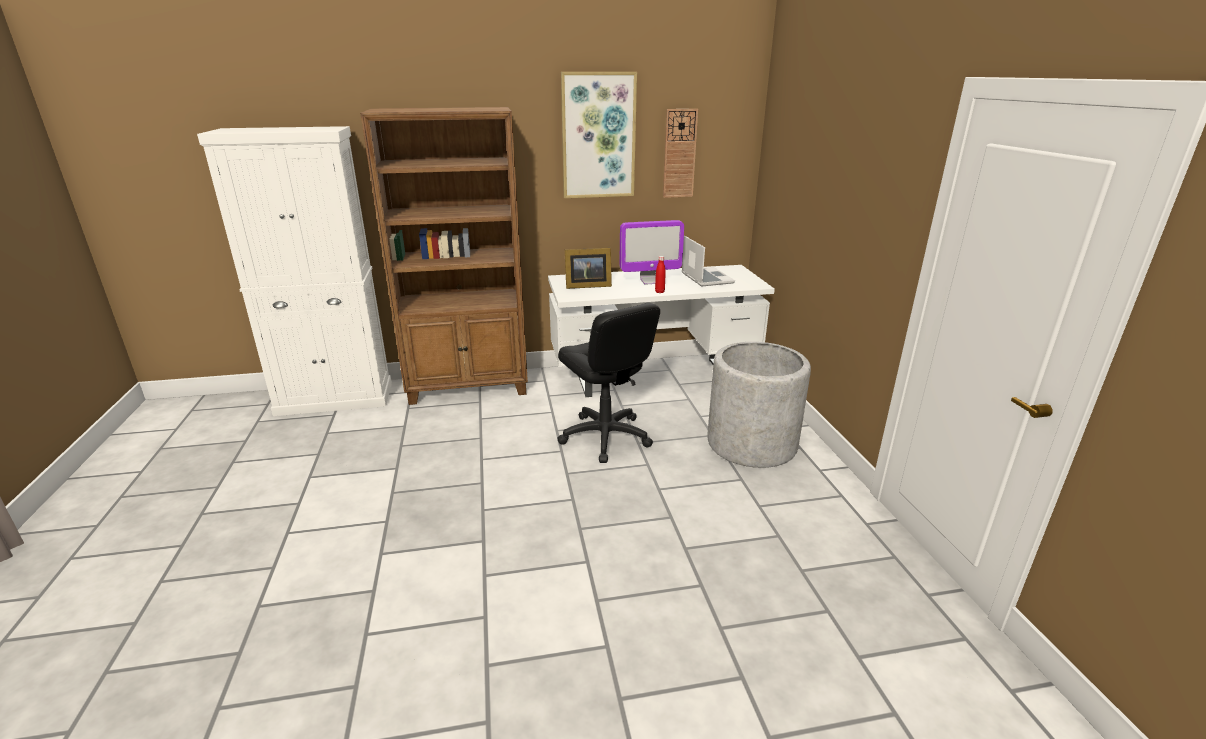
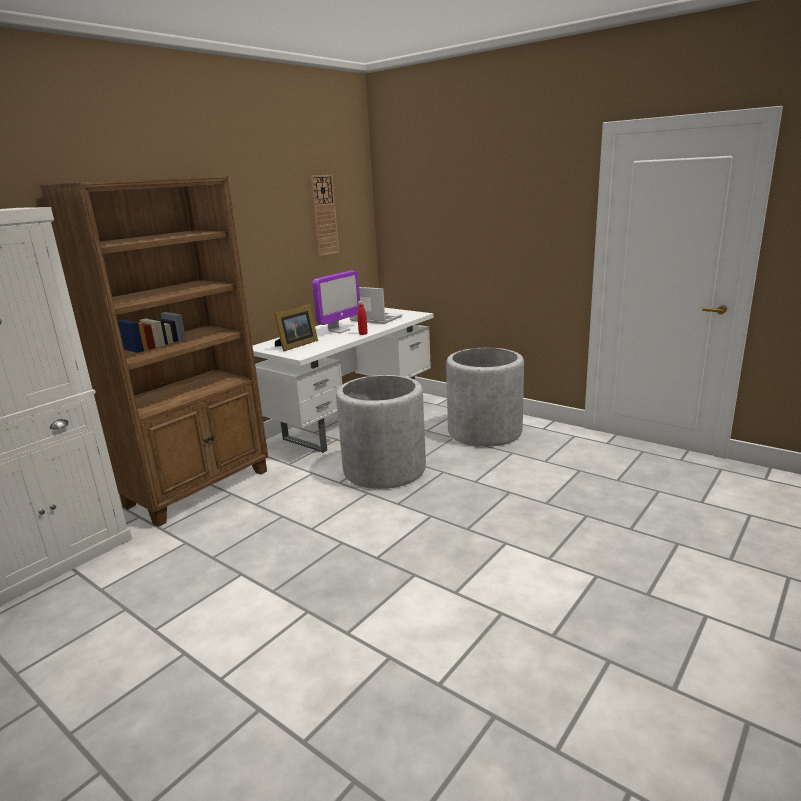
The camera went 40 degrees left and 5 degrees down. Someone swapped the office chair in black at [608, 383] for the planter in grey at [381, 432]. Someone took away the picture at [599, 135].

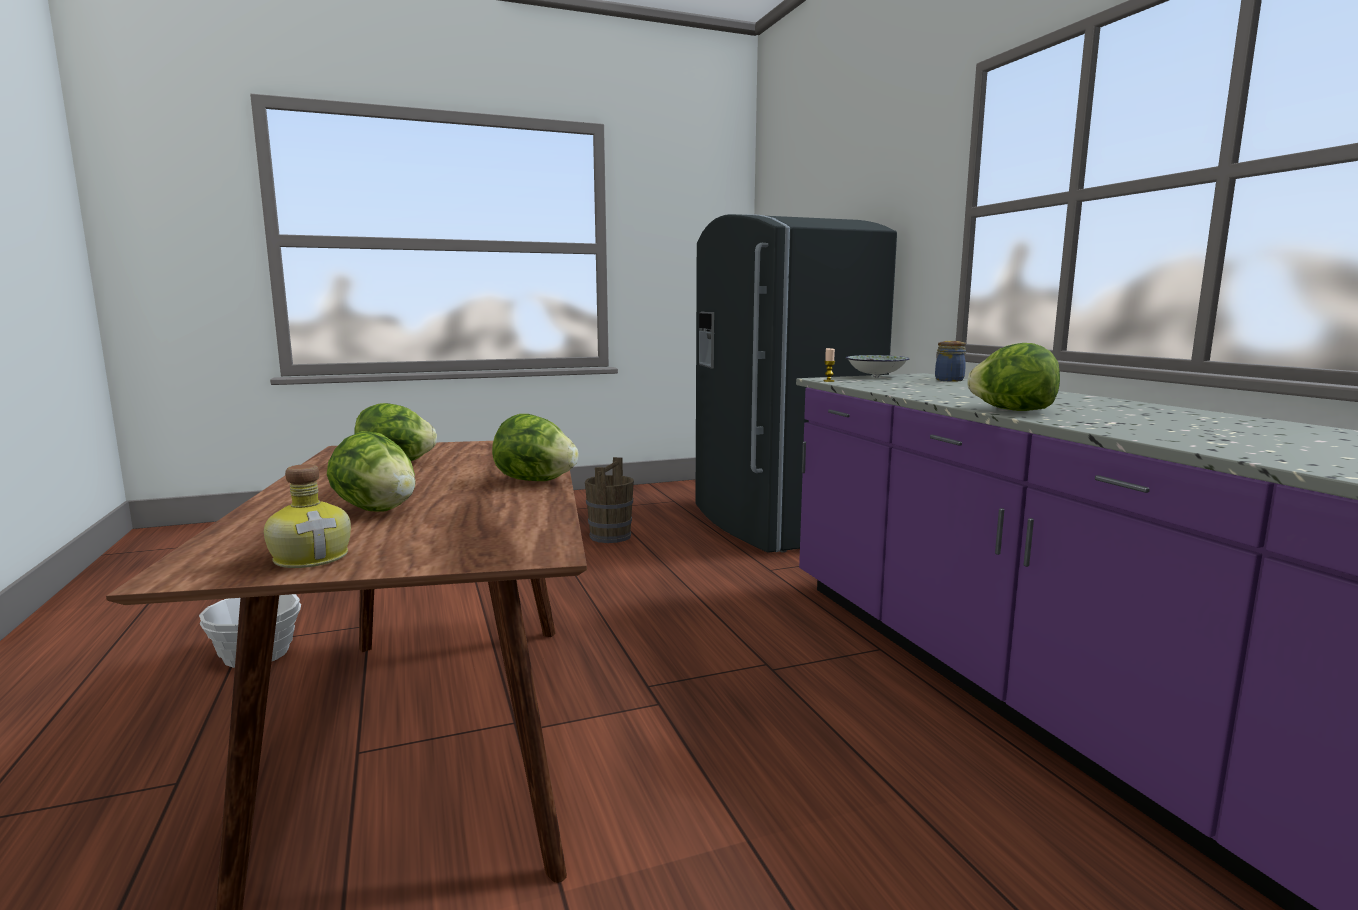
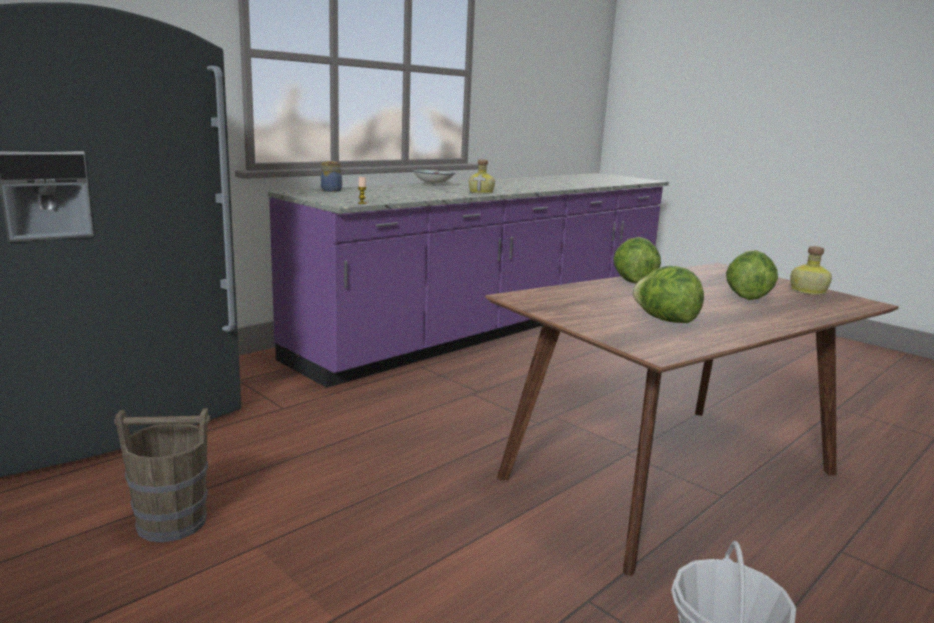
The camera went 115 degrees left and 5 degrees up. Someone carried the bowl from [877, 366] to [433, 177]. Someone swapped the lettuce at [1013, 377] for the bottle at [482, 176].

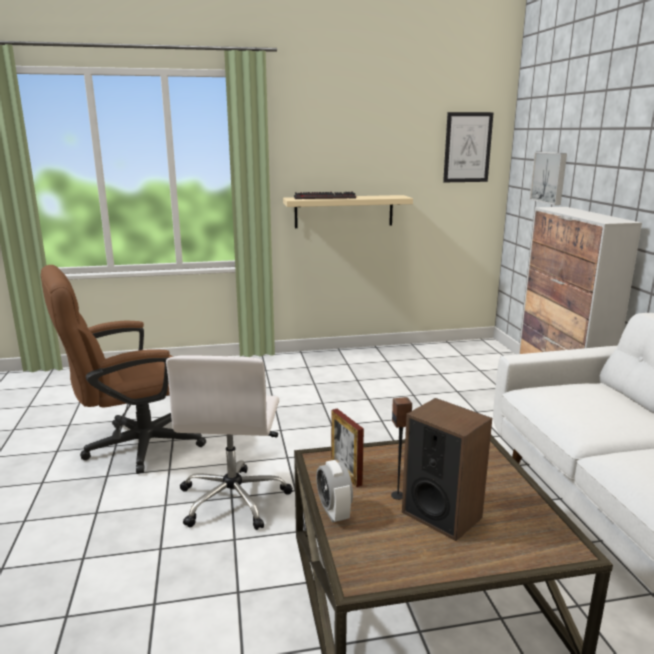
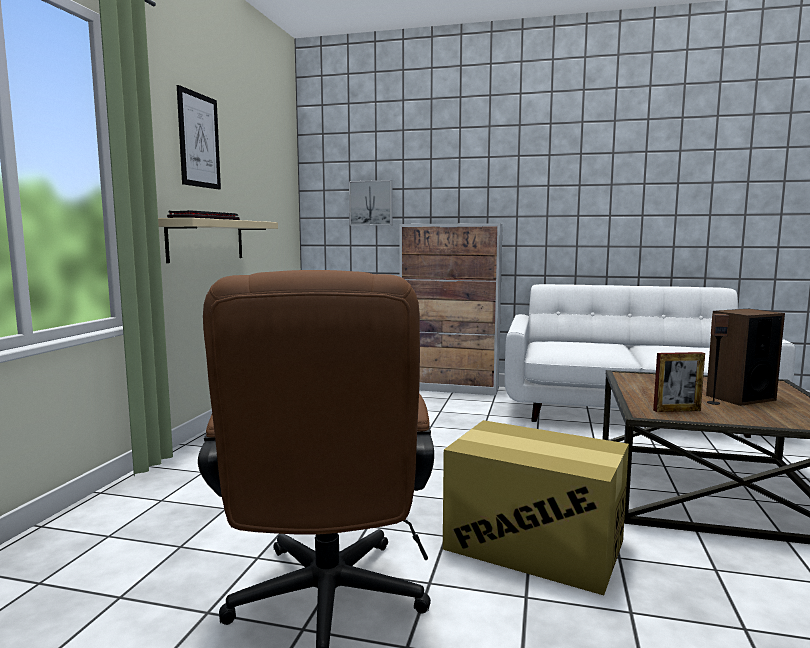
The camera went 65 degrees left and 10 degrees down. Someone swapped the office chair in white at [229, 442] for the cardboard box at [536, 507]. Someone took away the alarm clock at [334, 491]. Someone carried the picture from [468, 147] to [199, 137].

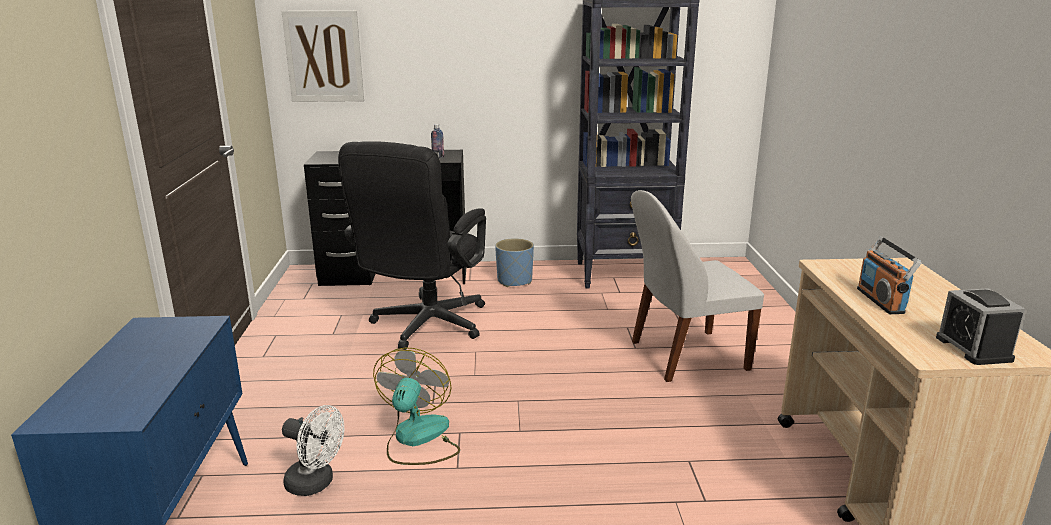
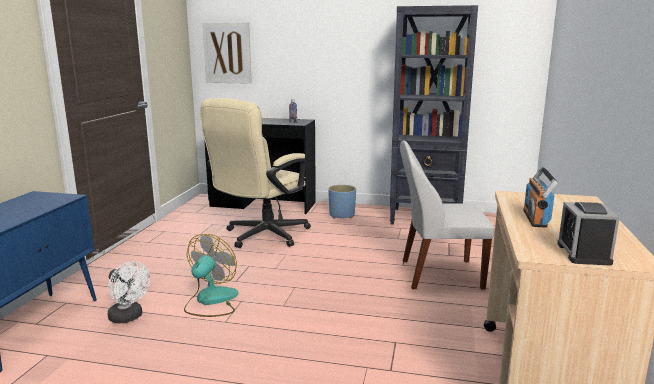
The camera went 15 degrees right and 5 degrees down. Someone repainted the office chair in black at [412, 245], which became the office chair in beige at [255, 173].

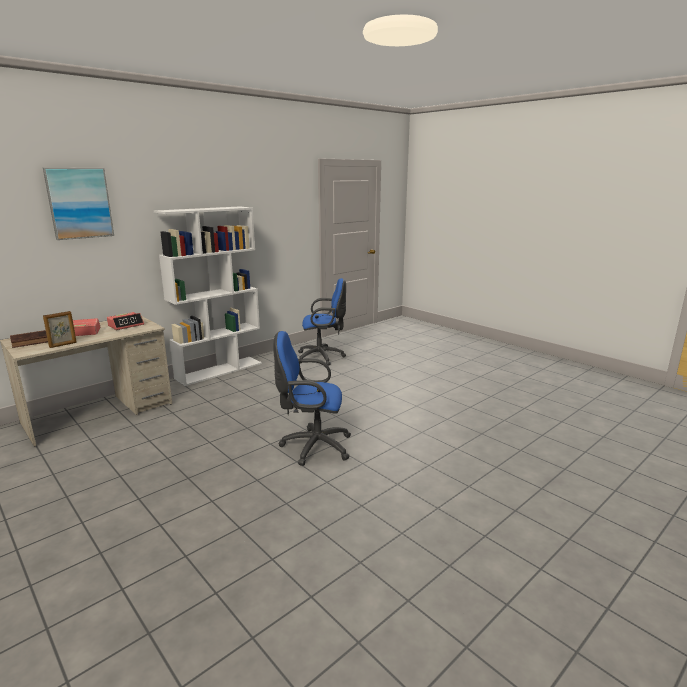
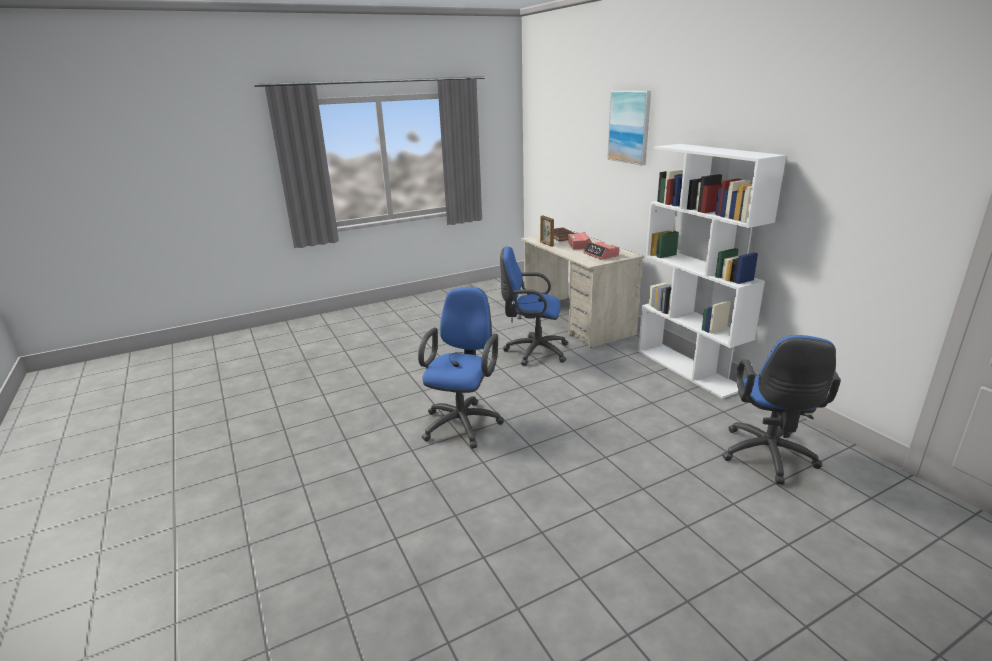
The camera went 105 degrees right and 5 degrees up. Someone put down the office chair in blue at [534, 306].

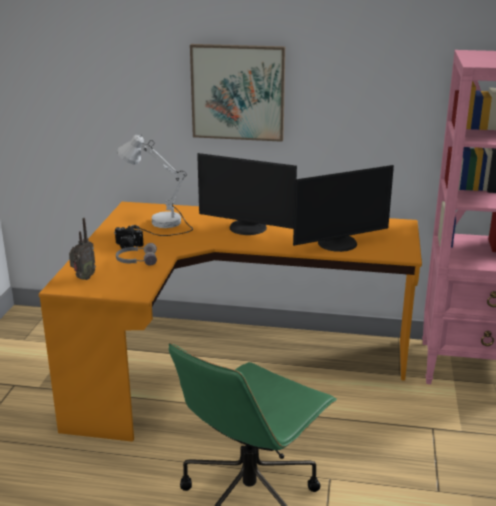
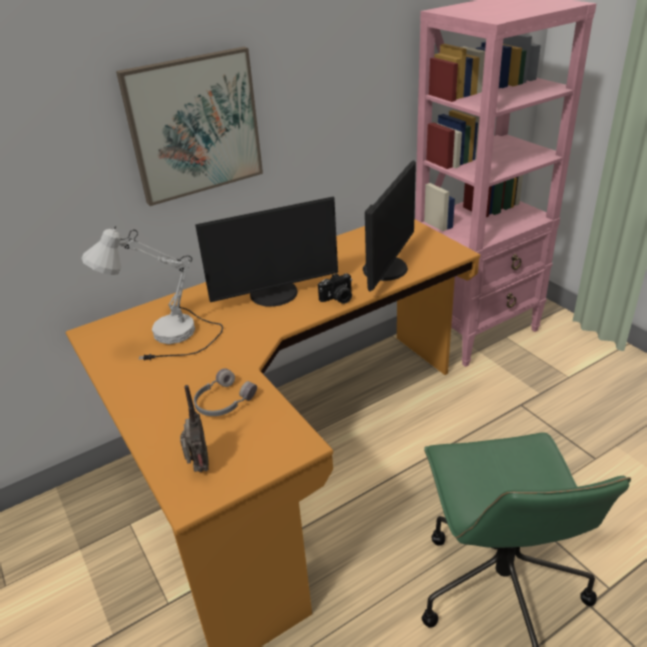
The camera went 40 degrees left and 10 degrees up. Someone carried the photo camera from [129, 237] to [335, 288].

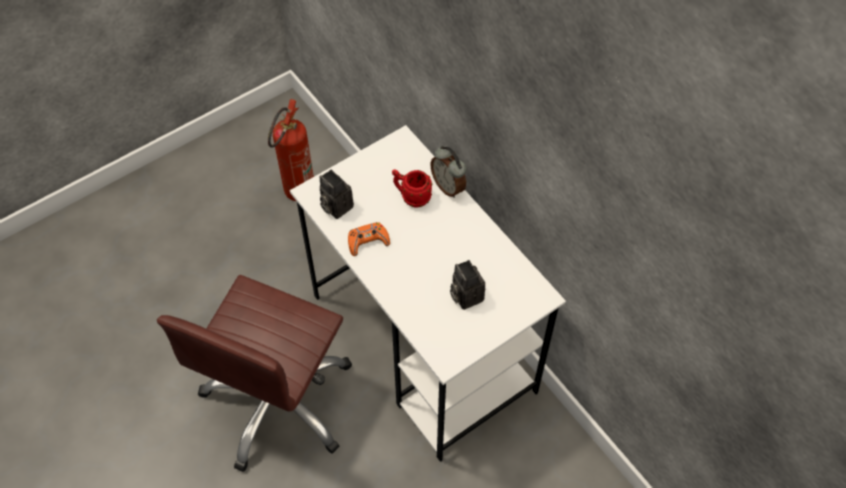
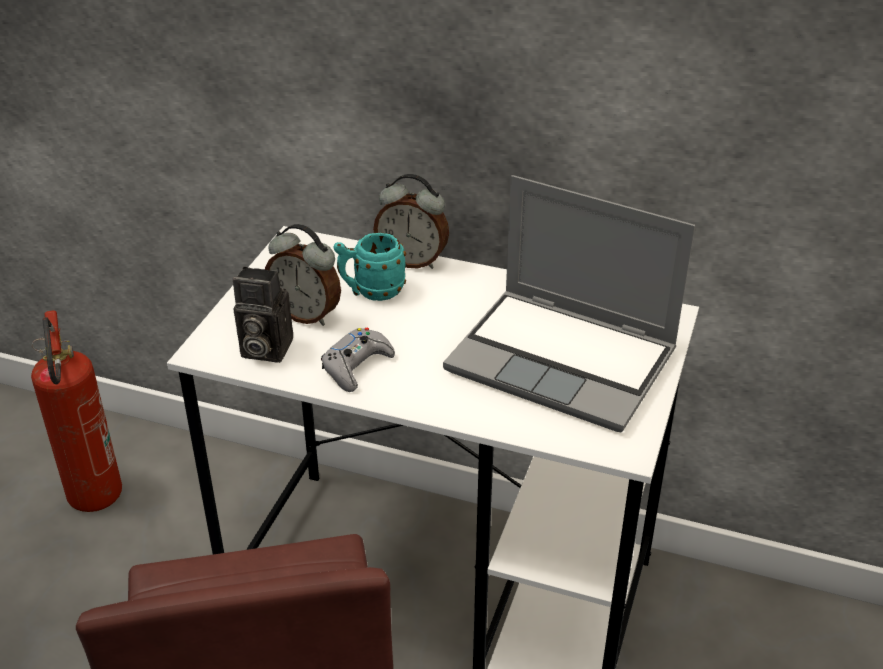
The camera went 35 degrees left and 20 degrees down. Someone repainted the game controller in orange at [369, 239], which became the game controller in grey at [358, 359]. Someone repainted the mug in red at [412, 189], which became the mug in turquoise at [370, 267]. Someone swapped the photo camera at [467, 285] for the laptop at [569, 303]. Someone put down the alarm clock at [303, 275].

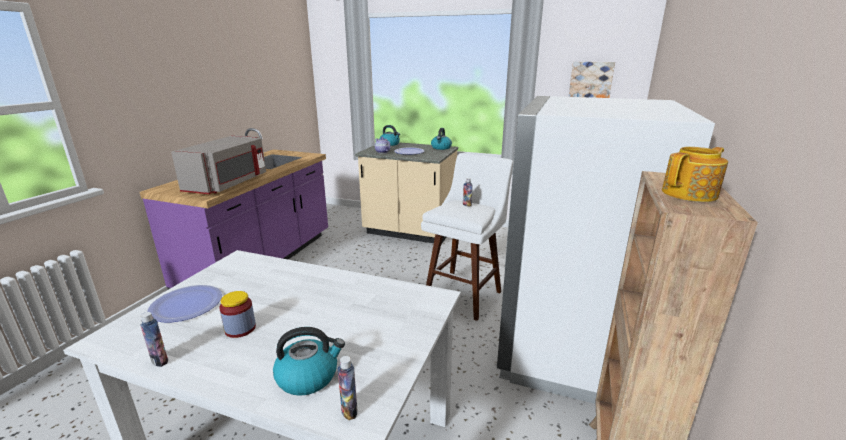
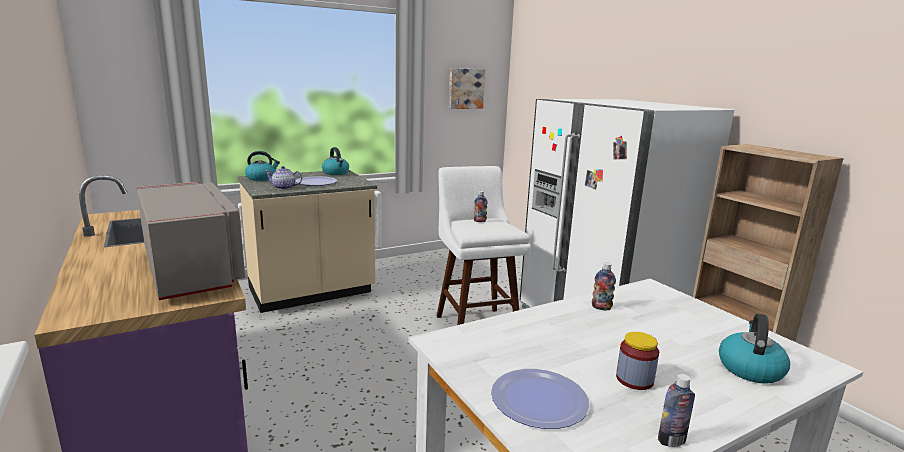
The camera went 50 degrees left and 5 degrees down. Someone carried the bottle from [348, 388] to [604, 286]. Someone took away the teapot at [695, 174].

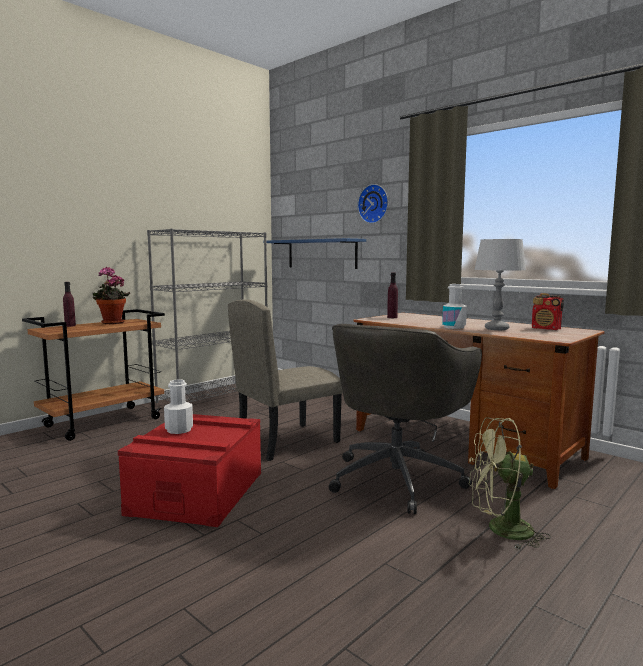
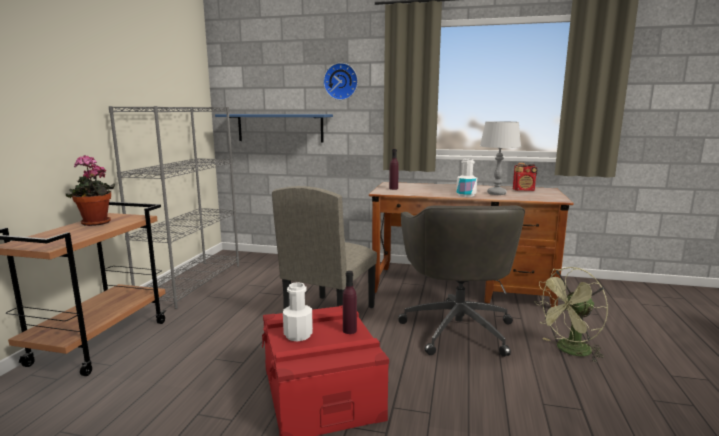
The camera went 30 degrees left and 5 degrees up. Someone carried the bottle in purple from [69, 304] to [350, 302].

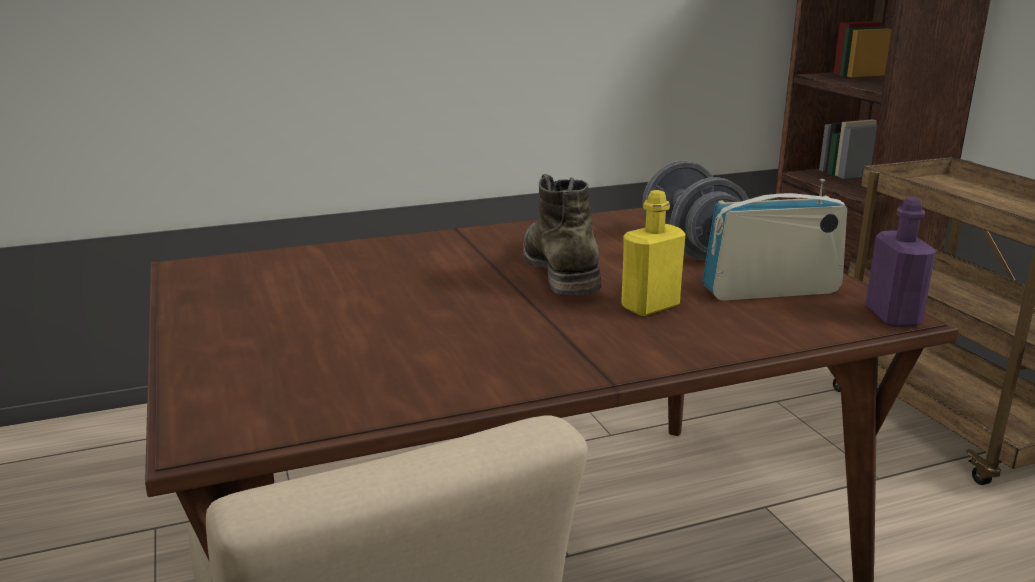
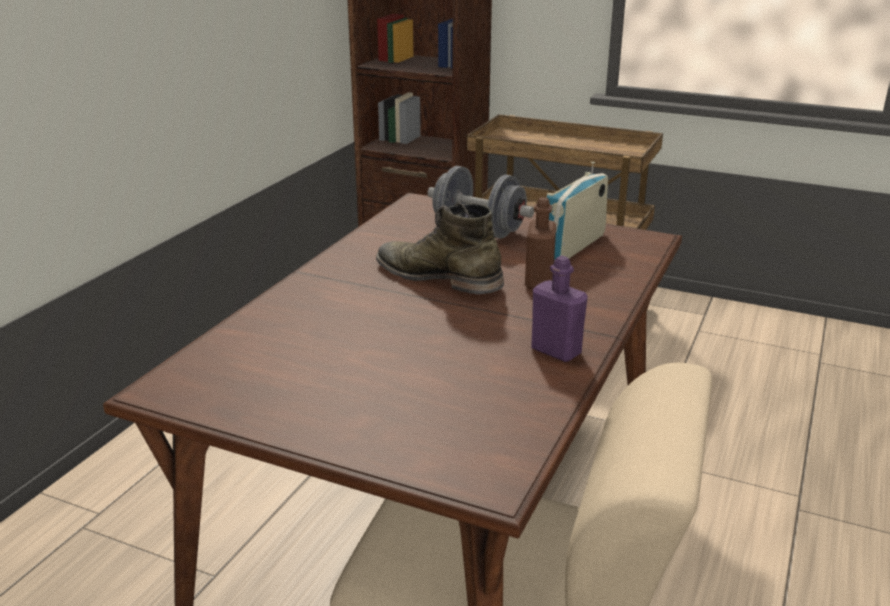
The camera went 45 degrees left and 5 degrees up. Someone repainted the bottle in yellow at [653, 253], which became the bottle in brown at [540, 243]. Someone carried the bottle in purple from [900, 262] to [559, 309].

